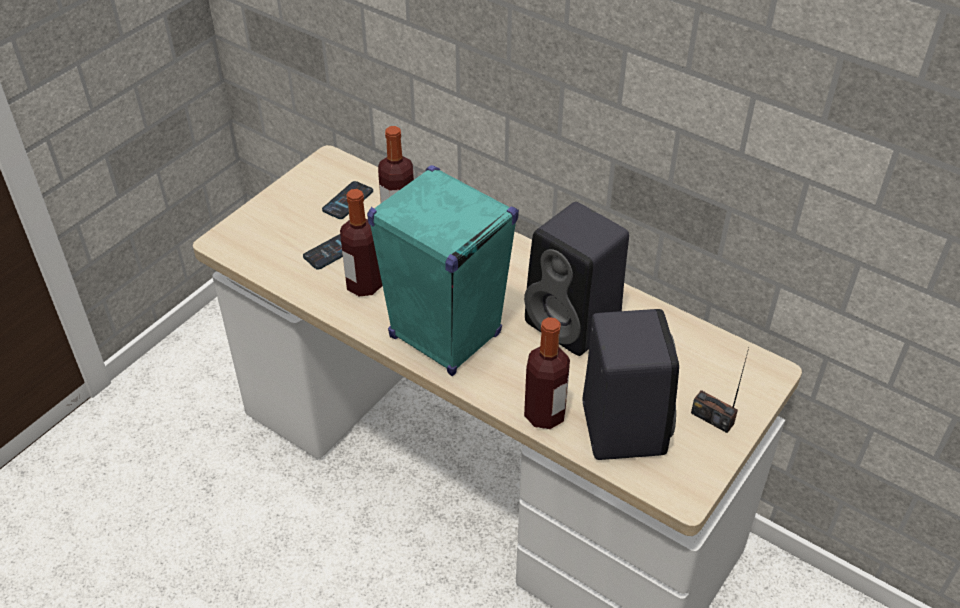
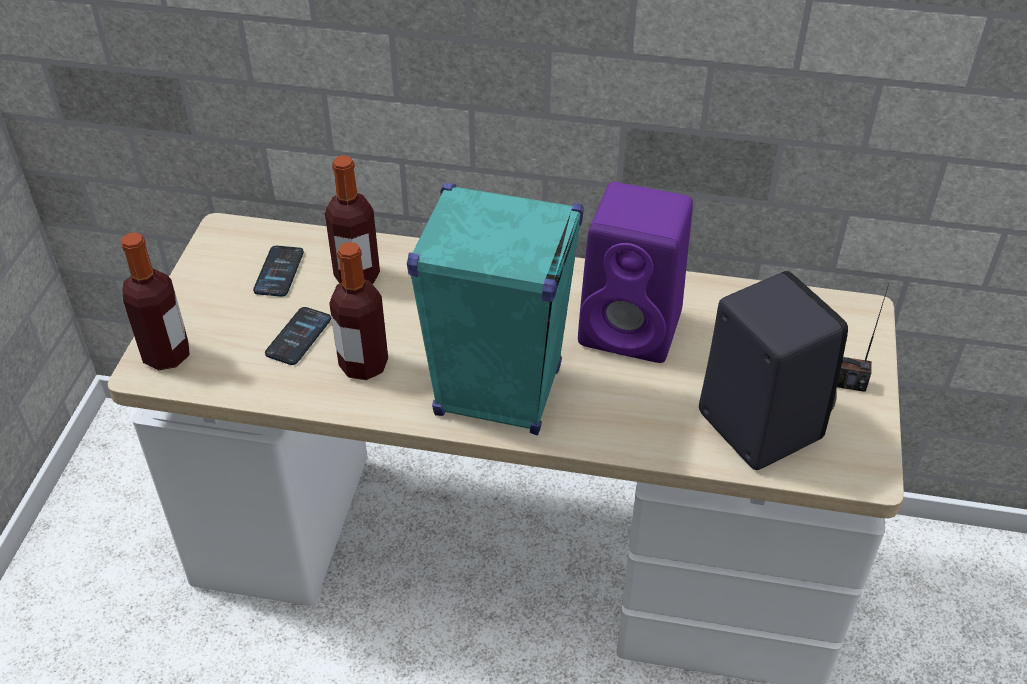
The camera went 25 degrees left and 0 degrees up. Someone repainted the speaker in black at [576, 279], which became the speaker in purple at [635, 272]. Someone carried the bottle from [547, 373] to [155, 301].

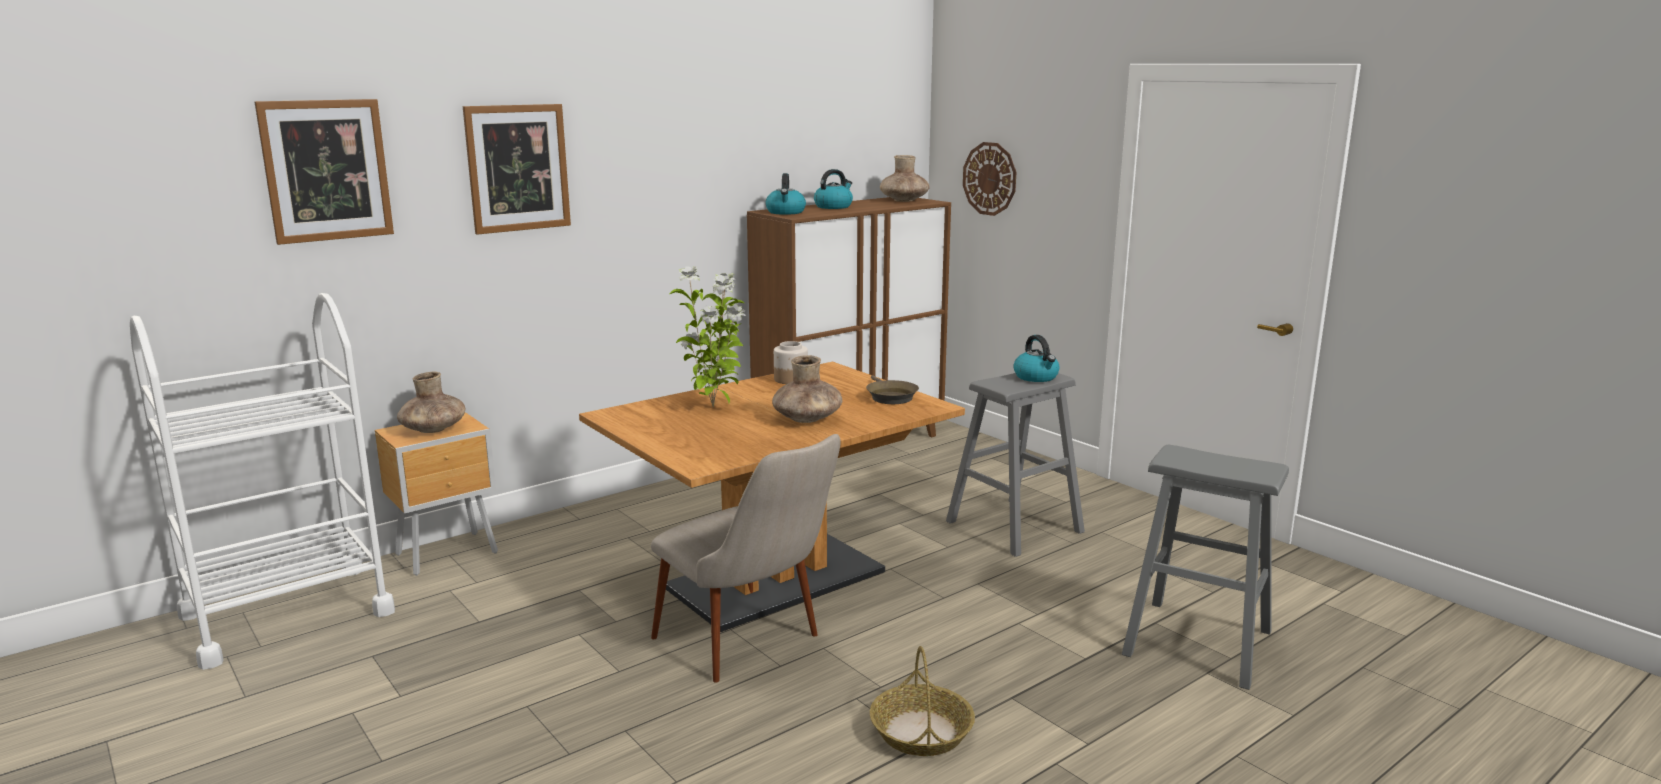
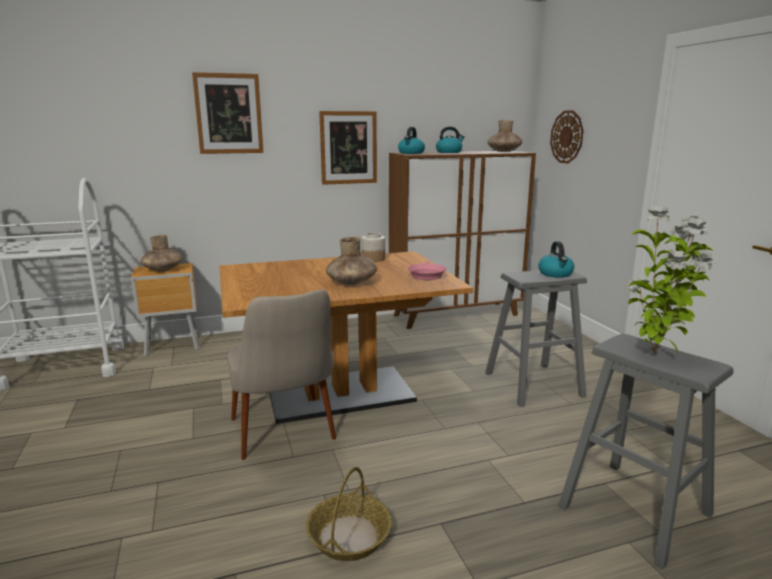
The camera went 20 degrees right and 0 degrees up. Someone carried the picture from [324, 172] to [348, 148]. Someone carried the potted plant from [708, 336] to [673, 280]. Someone repainted the frying pan in brown at [892, 389], which became the frying pan in pink at [427, 270].

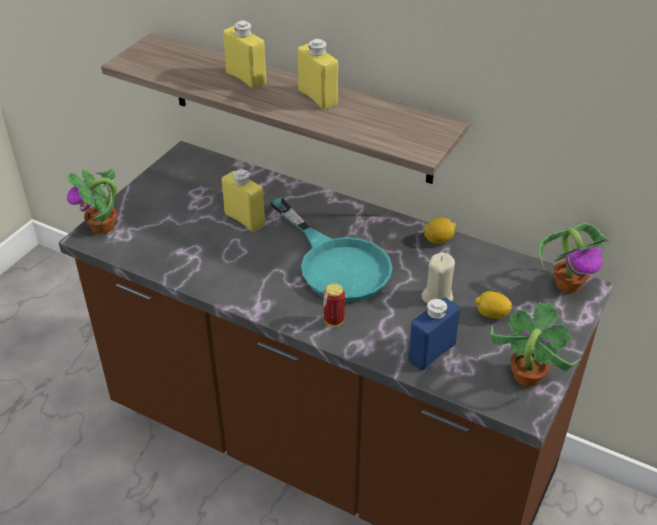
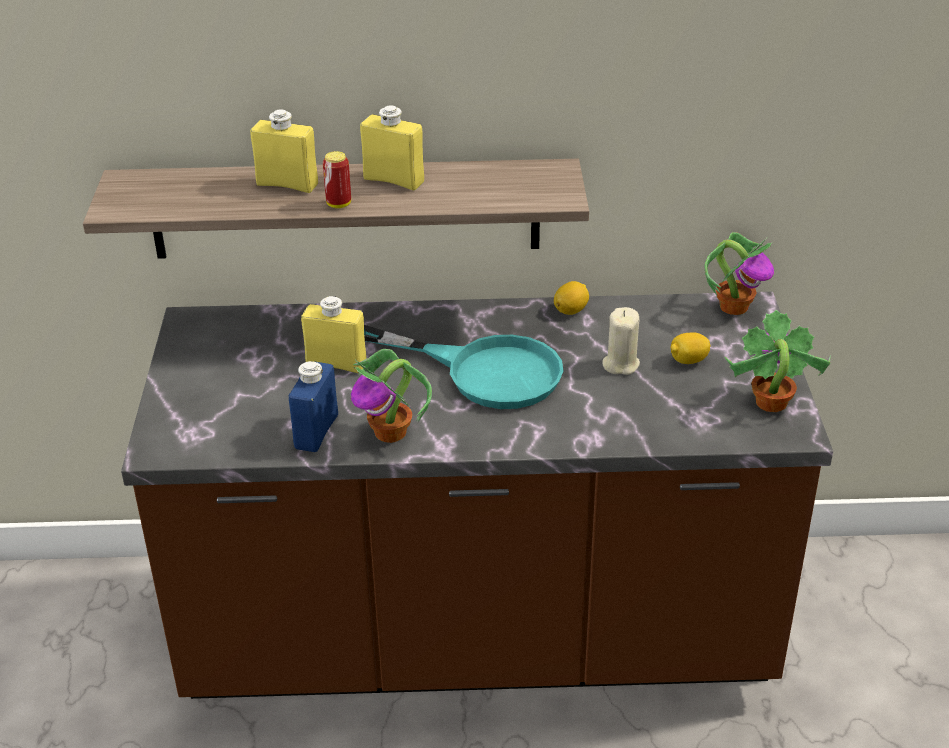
The camera went 30 degrees left and 5 degrees down. Someone carried the potted plant from [91, 201] to [391, 396]. Someone carried the can from [334, 305] to [337, 179]. Someone carried the bottle in blue from [434, 333] to [313, 406].

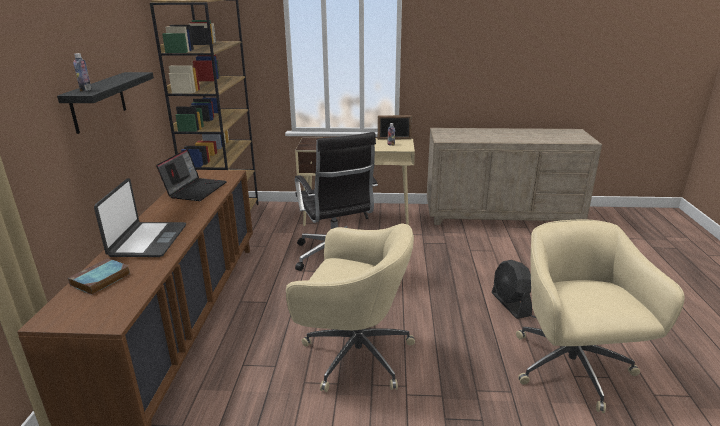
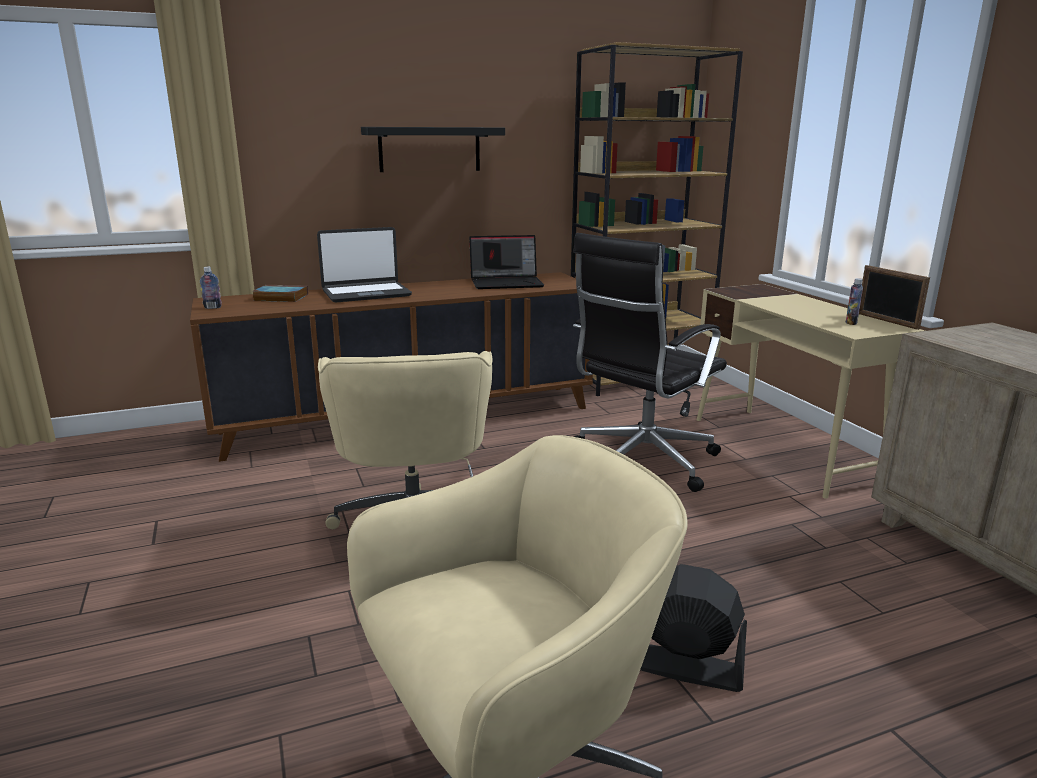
The camera went 65 degrees right and 5 degrees down. Someone carried the bottle from [82, 72] to [211, 288]. Someone rotated the fan in black at [512, 289] by 60 degrees clockwise.

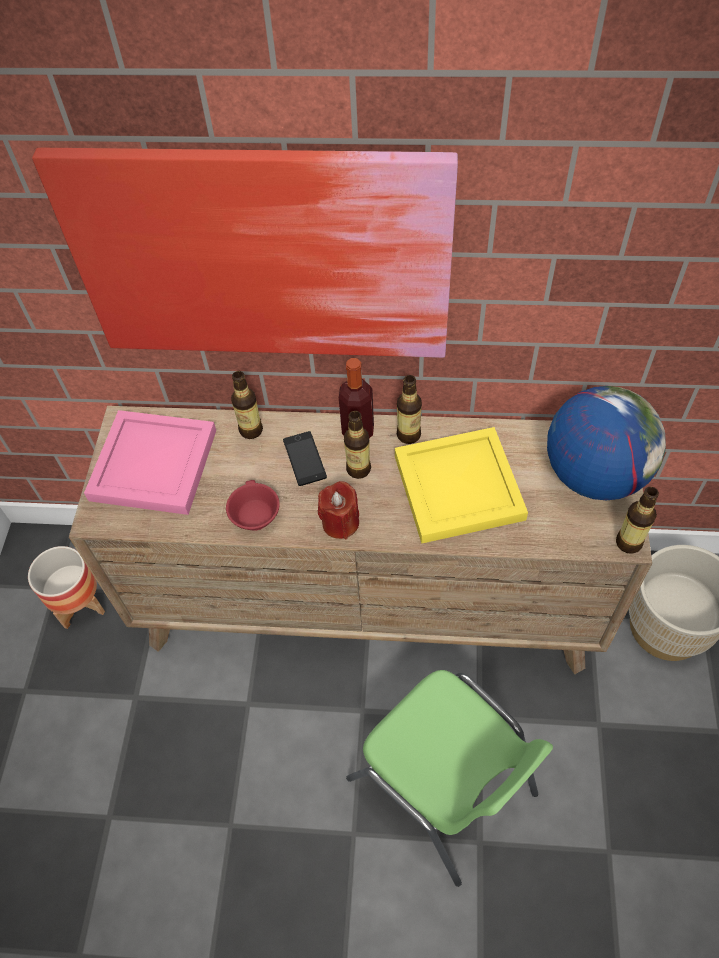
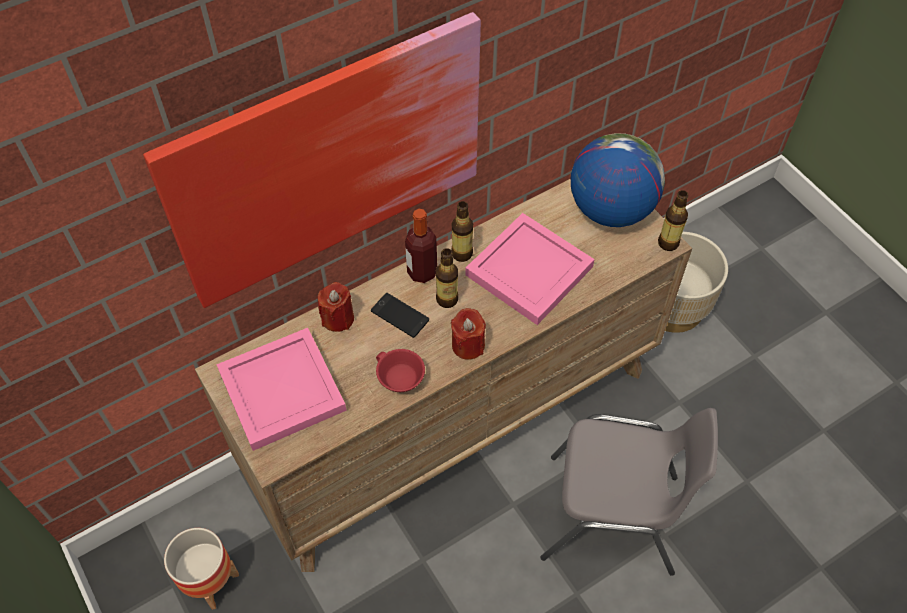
The camera went 40 degrees left and 0 degrees up. Someone swapped the bottle at [247, 405] for the candle in red at [336, 307]. Someone repainted the chair in green at [449, 778], which became the chair in grey at [629, 492]. Someone repainted the tray in yellow at [461, 485], which became the tray in pink at [530, 269].

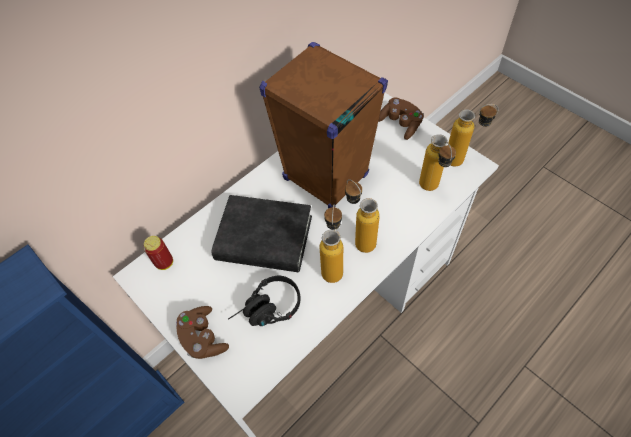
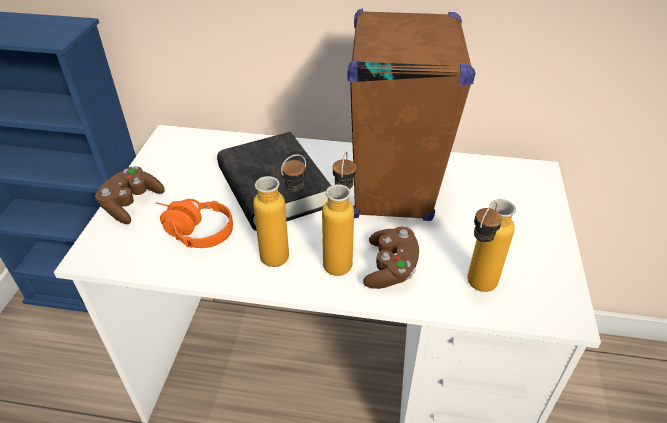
The camera went 50 degrees right and 15 degrees down. Someone took away the can at [158, 253]. Someone repainted the headphones in black at [264, 301], which became the headphones in orange at [194, 223]. Someone carried the game controller in brown from [400, 119] to [391, 258]. Someone took away the bottle at [473, 135].

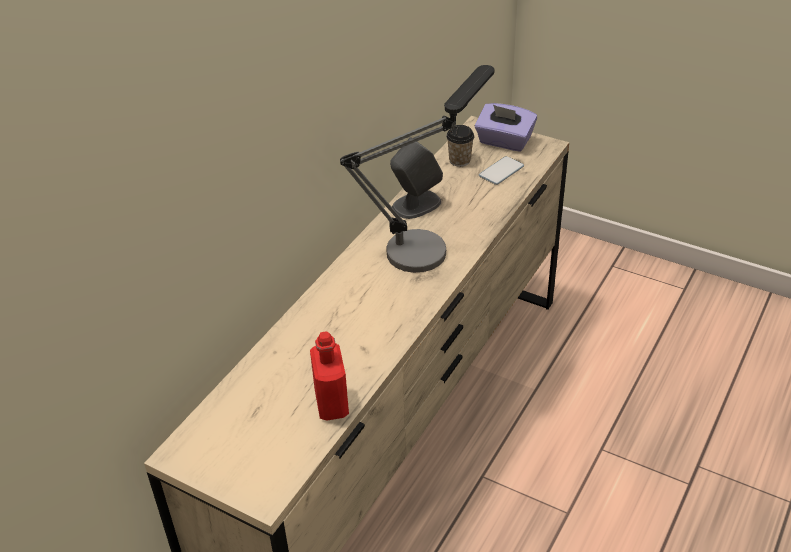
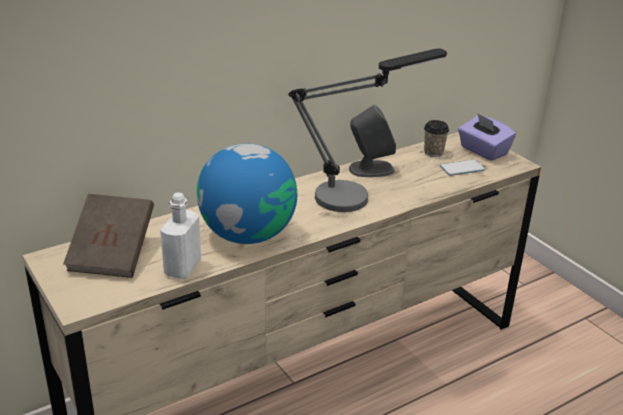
The camera went 25 degrees right and 10 degrees down. Someone repainted the bottle in red at [329, 375], which became the bottle in white at [180, 235]. Someone put down the book in brown at [108, 236]. Someone put down the globe at [247, 194].

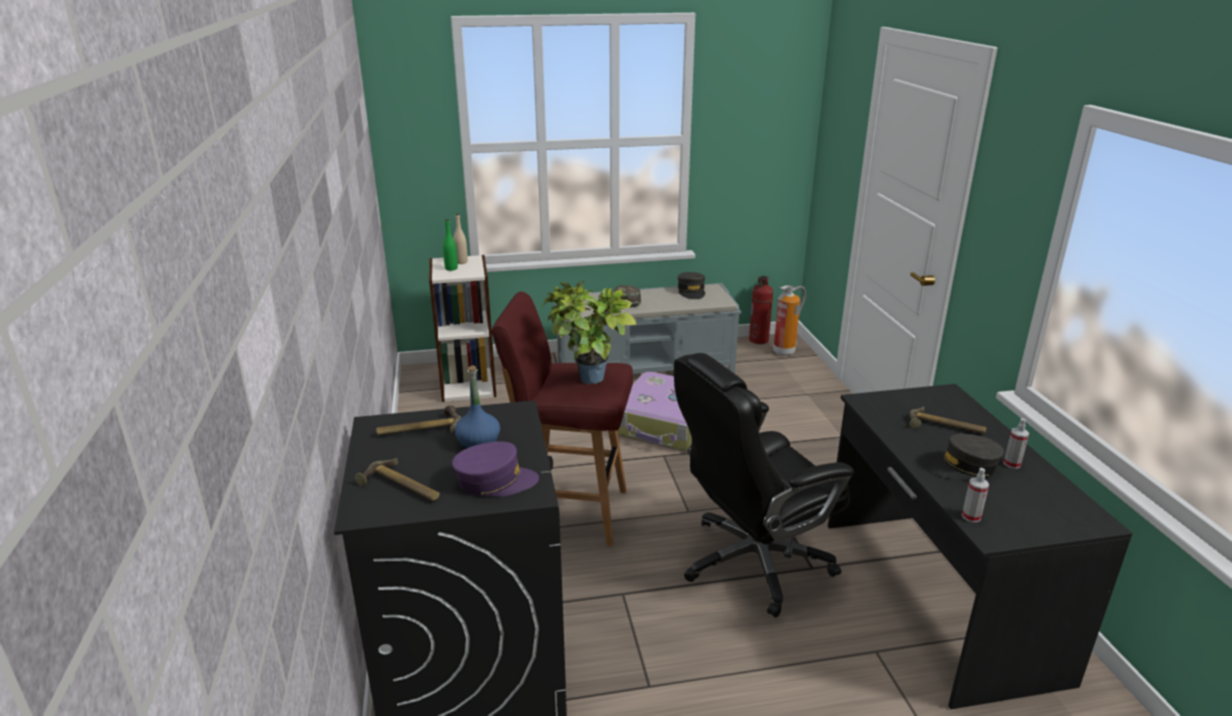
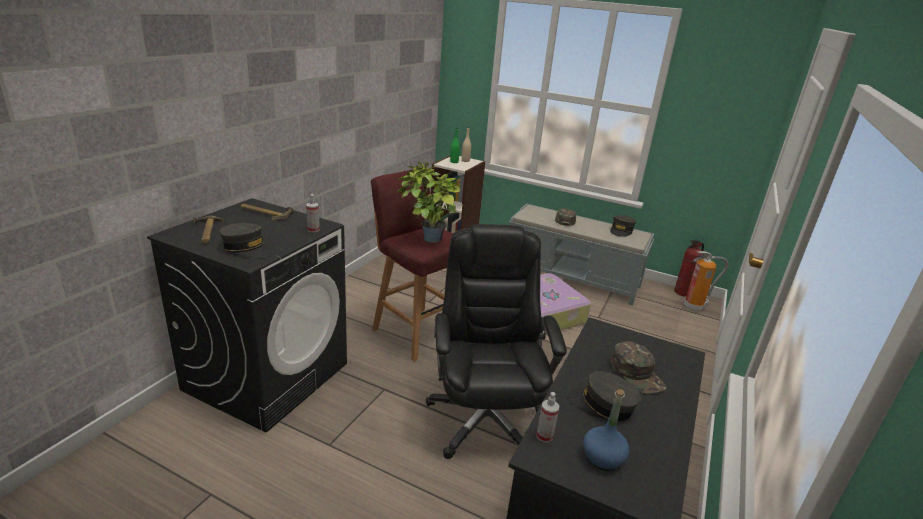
The camera went 35 degrees right and 0 degrees up. Someone repainted the cap in purple at [495, 469], which became the cap in grey at [245, 241]. Someone carried the bottle in blue from [477, 407] to [606, 430]. Someone rotated the office chair in black at [764, 485] by 75 degrees clockwise. Someone swapped the hammer at [947, 420] for the cap in green at [639, 367]. Someone carried the spray bottle from [1016, 443] to [313, 213].

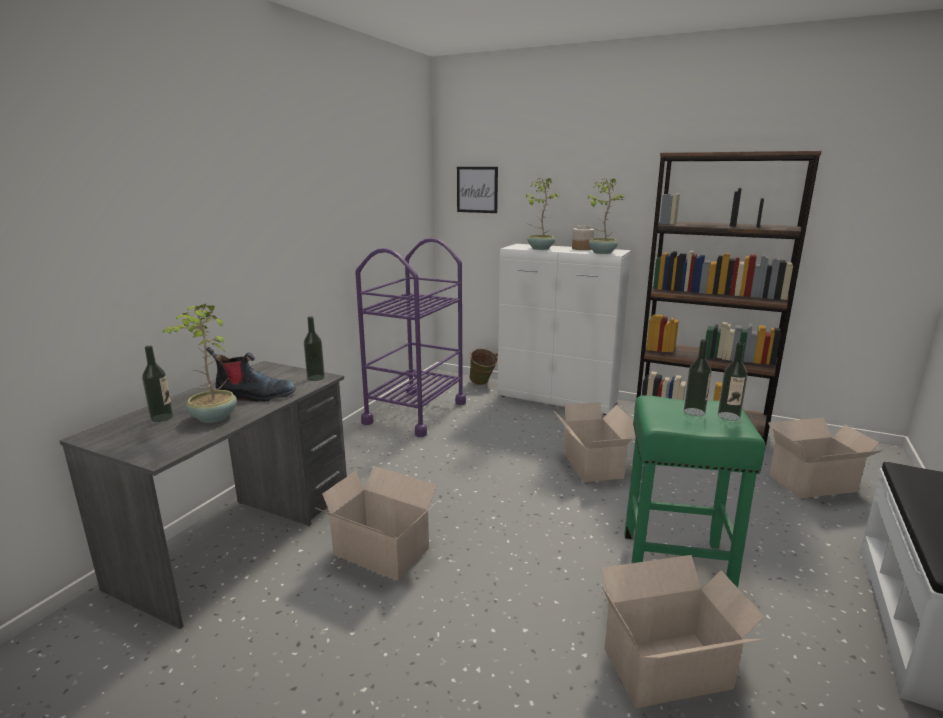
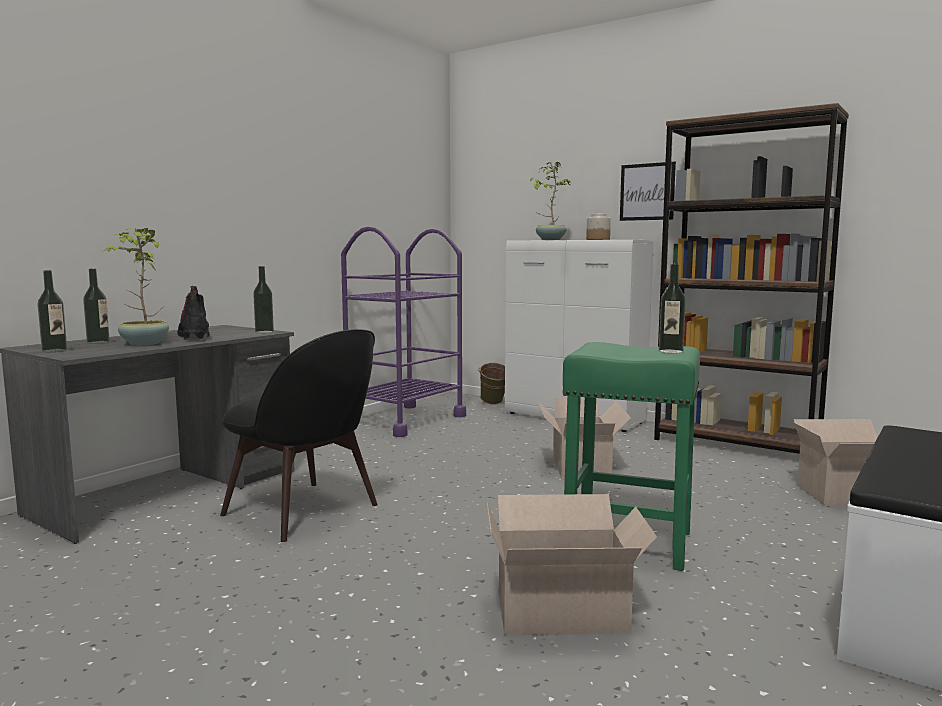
The camera went 10 degrees right and 10 degrees down. Someone rotated the boot at [251, 374] by 120 degrees counterclockwise. Someone swapped the cardboard box at [377, 523] for the chair in black at [299, 435]. Someone carried the picture from [477, 190] to [648, 191]. Someone took away the potted plant at [606, 216]. Someone carried the bottle from [698, 378] to [52, 311].

